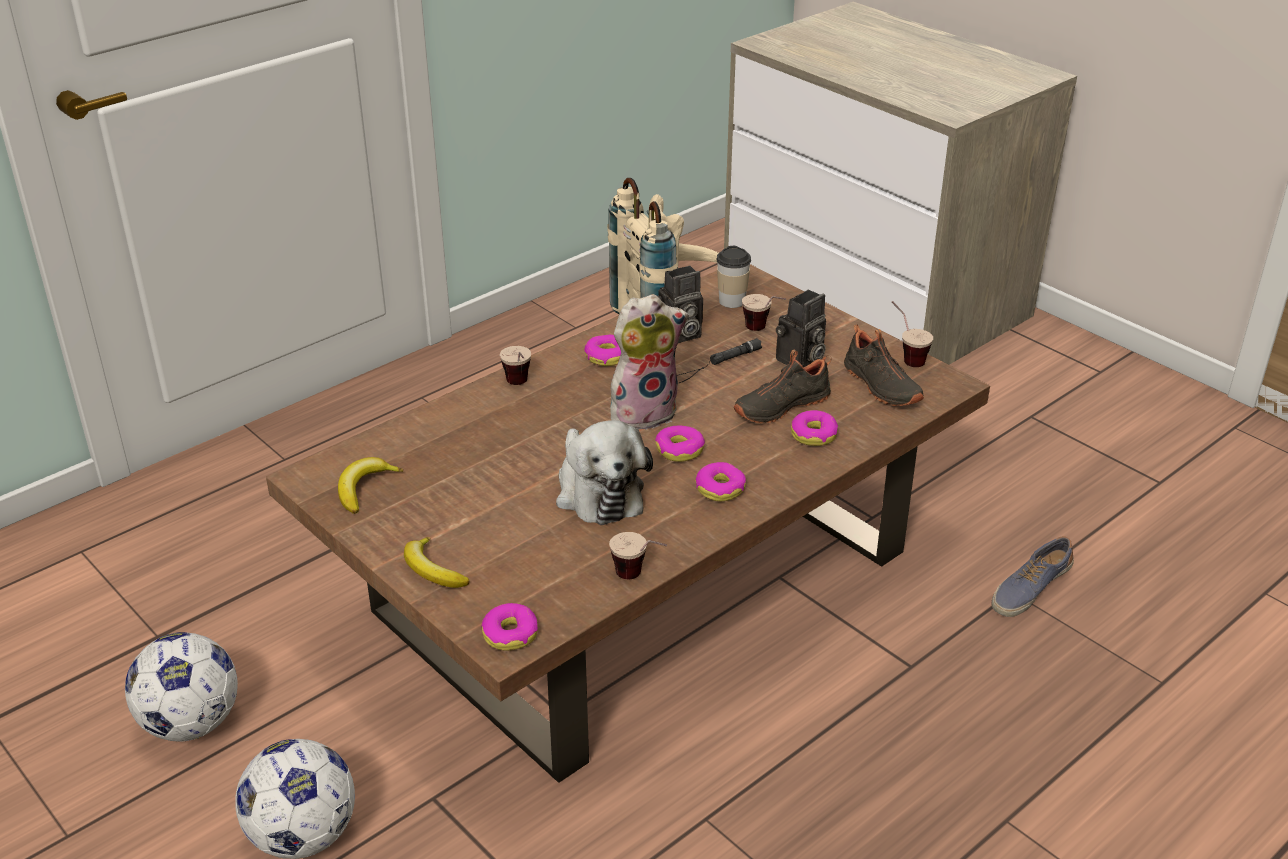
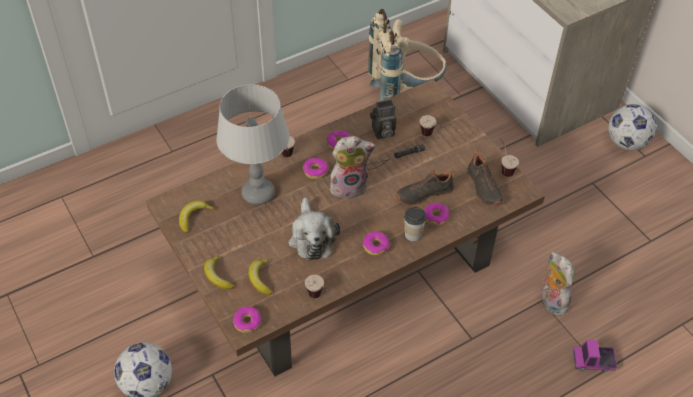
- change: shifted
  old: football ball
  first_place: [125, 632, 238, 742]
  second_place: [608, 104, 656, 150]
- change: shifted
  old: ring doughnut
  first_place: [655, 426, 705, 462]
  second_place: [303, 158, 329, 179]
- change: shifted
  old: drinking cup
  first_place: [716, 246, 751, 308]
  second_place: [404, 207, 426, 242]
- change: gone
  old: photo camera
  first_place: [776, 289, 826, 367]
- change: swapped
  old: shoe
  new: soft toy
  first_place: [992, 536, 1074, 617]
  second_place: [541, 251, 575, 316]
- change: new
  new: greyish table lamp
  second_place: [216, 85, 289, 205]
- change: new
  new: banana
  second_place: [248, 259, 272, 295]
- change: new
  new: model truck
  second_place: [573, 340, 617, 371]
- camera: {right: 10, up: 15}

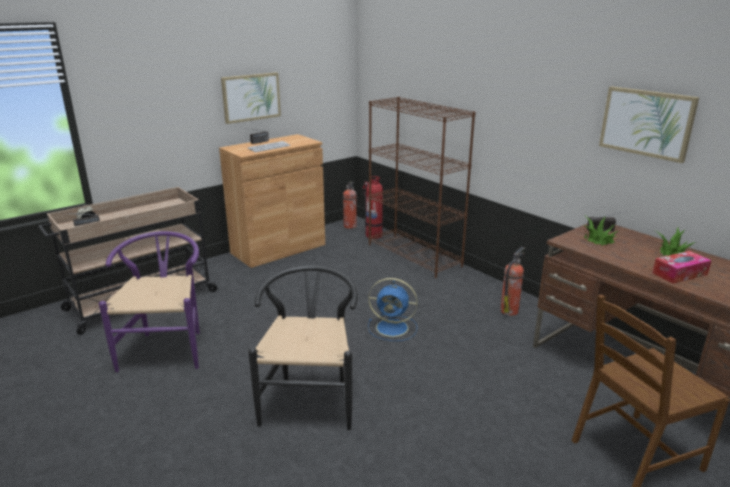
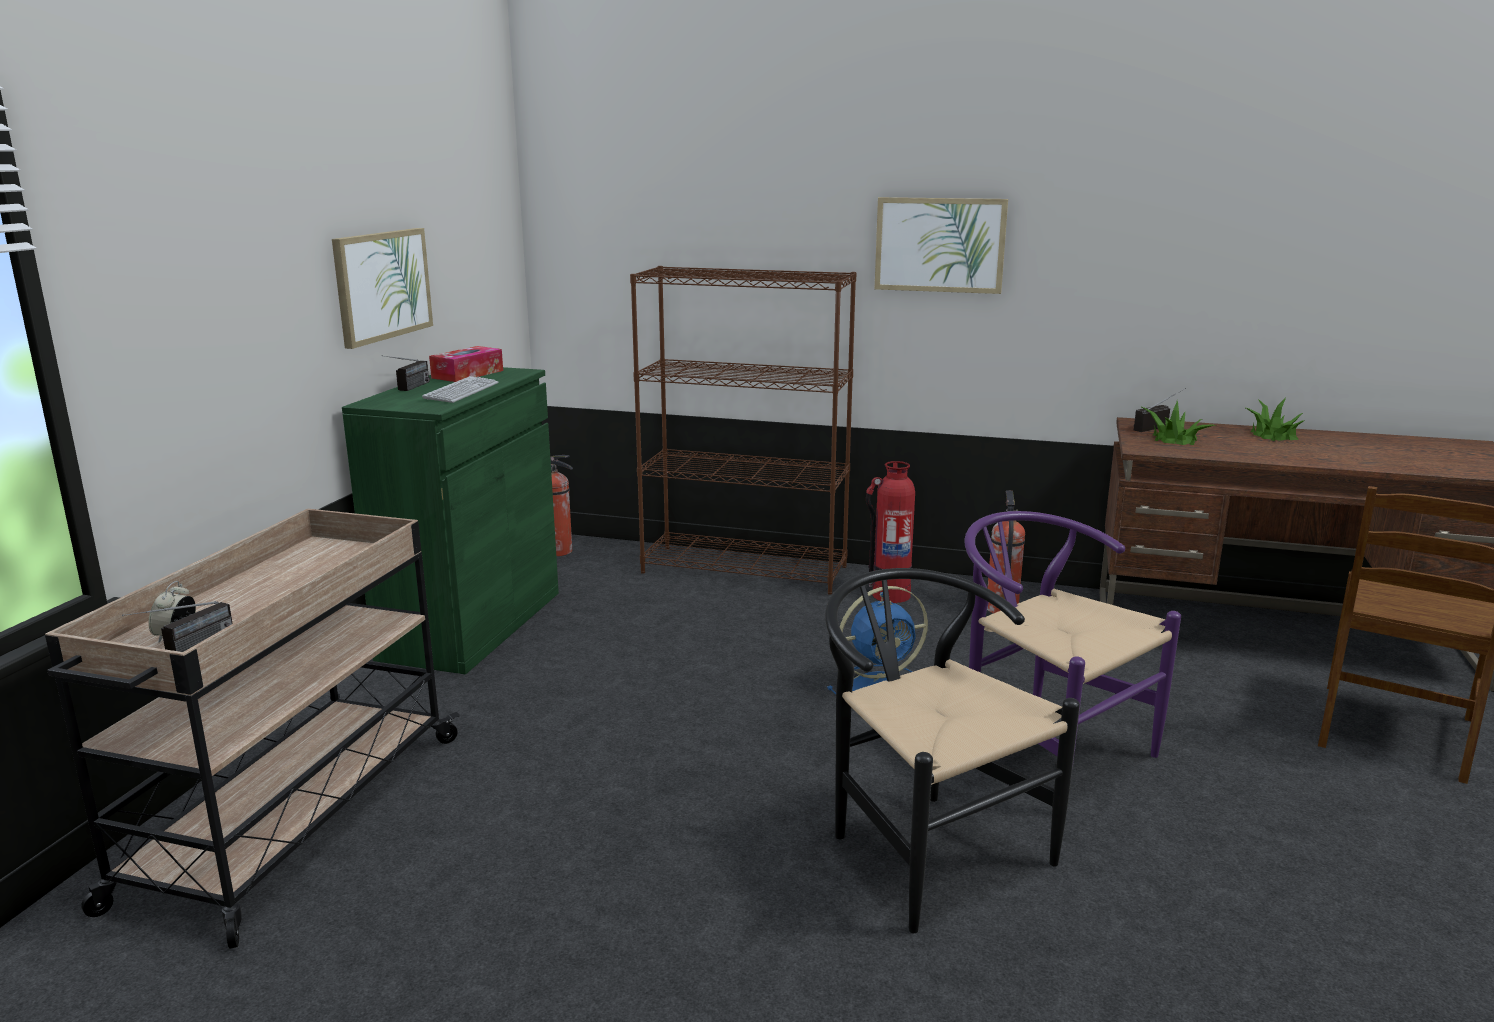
- change: shifted
  old: purple upright chair
  first_place: [99, 231, 200, 372]
  second_place: [965, 511, 1181, 768]
- change: repainted
  old: brownish storage cabinet
  new: green storage cabinet
  first_place: [219, 134, 325, 268]
  second_place: [342, 367, 559, 674]
- change: shifted
  old: extinguisher
  first_place: [363, 176, 383, 239]
  second_place: [866, 461, 915, 603]
- change: shifted
  old: picture
  first_place: [599, 86, 699, 163]
  second_place: [875, 197, 1008, 294]
- change: shifted
  old: box of tissues
  first_place: [652, 251, 712, 284]
  second_place: [429, 346, 503, 382]
- camera: {right: -35, up: -5}

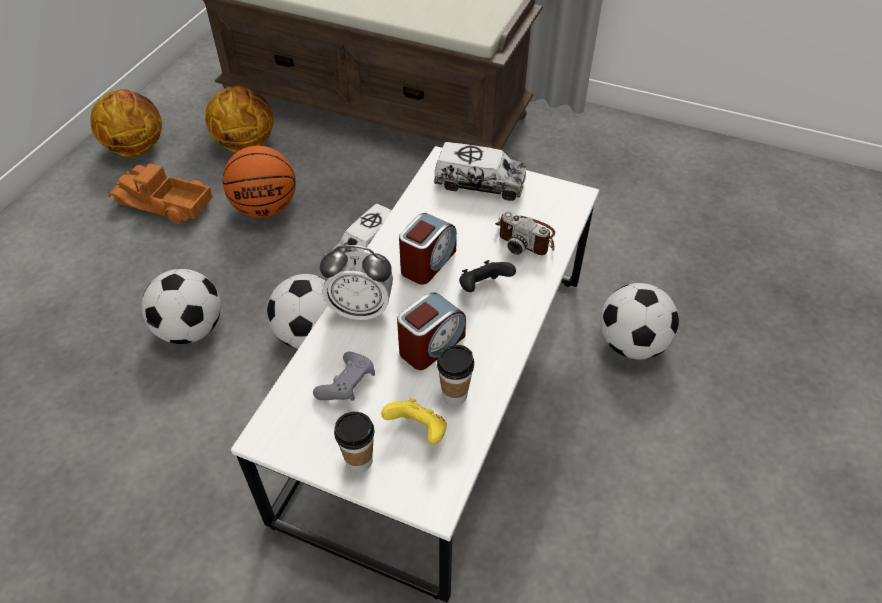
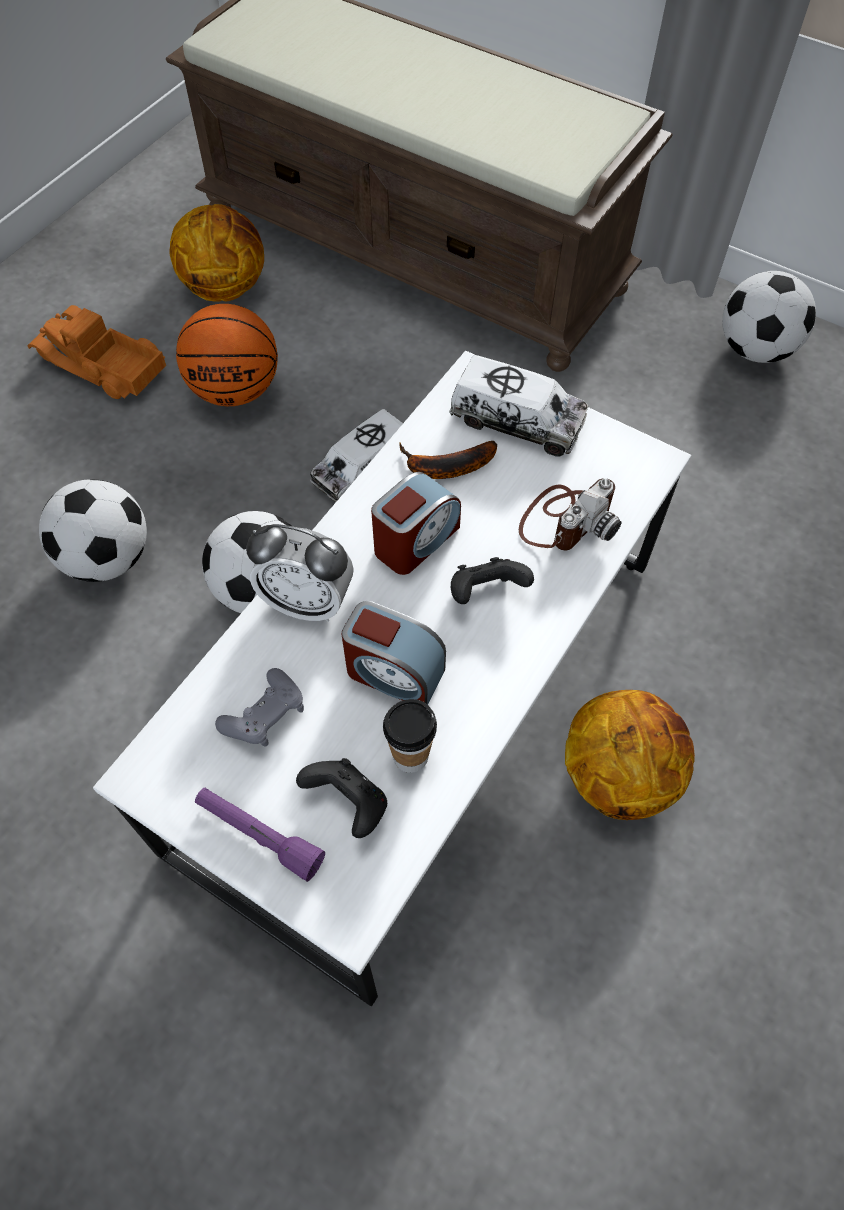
- change: shifted
  old: basketball ball
  first_place: [90, 89, 162, 157]
  second_place: [565, 690, 695, 820]
- change: swapped
  old: drinking cup
  new: purple hand torch
  first_place: [334, 412, 375, 473]
  second_place: [195, 788, 325, 882]
- change: repainted
  old: yellowish game controller
  new: blackish game controller
  first_place: [381, 398, 447, 445]
  second_place: [296, 758, 387, 838]
- change: rotated
  old: table clock
  first_place: [397, 293, 466, 370]
  second_place: [342, 601, 446, 705]
  degrees: 60
- change: rotated
  old: photo camera
  first_place: [495, 212, 555, 255]
  second_place: [519, 478, 621, 550]
  degrees: -90
- change: shifted
  old: football ball
  first_place: [600, 283, 679, 360]
  second_place: [722, 271, 816, 363]
- change: new
  new: banana
  second_place: [399, 441, 497, 479]
- camera: {right: 10, up: 10}

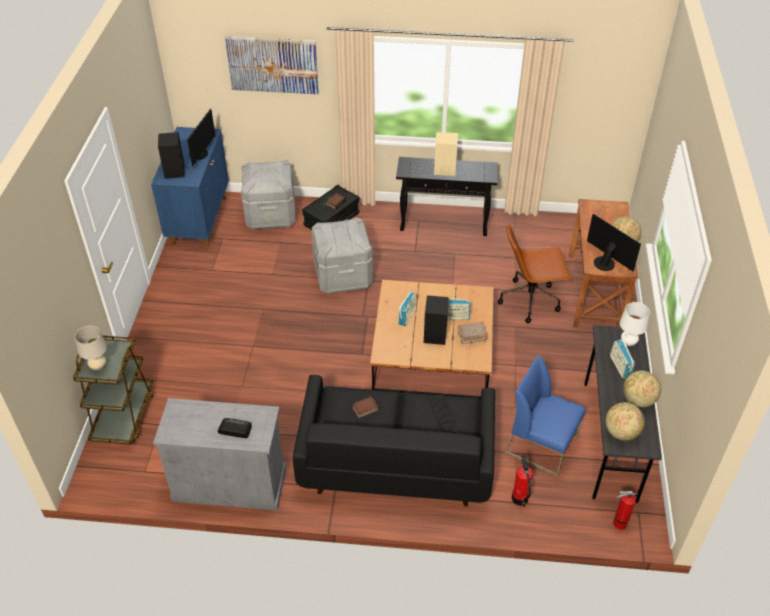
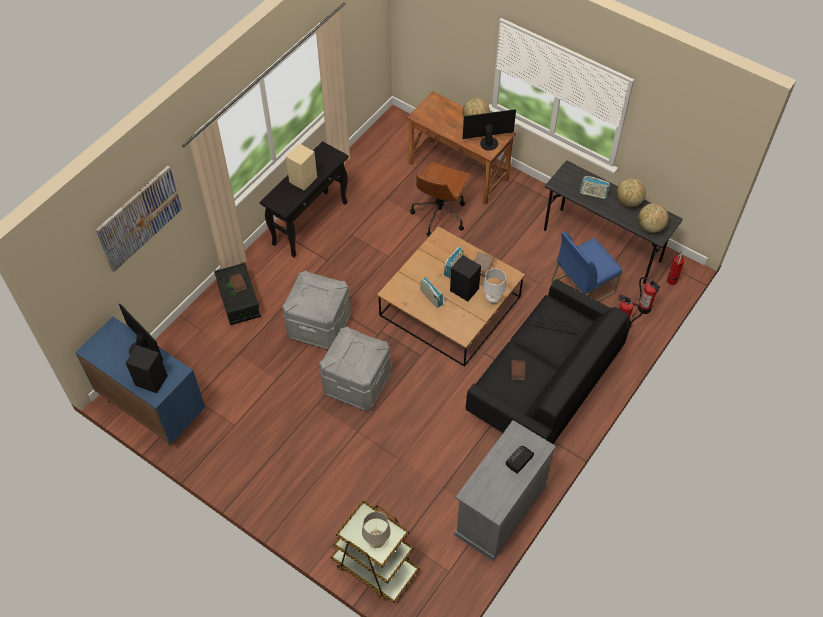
- change: shifted
  old: greyish storage box
  first_place: [241, 160, 295, 230]
  second_place: [319, 327, 391, 411]
- change: shifted
  old: white table lamp
  first_place: [620, 302, 650, 346]
  second_place: [483, 268, 506, 303]
- change: new
  new: extinguisher
  second_place: [638, 277, 661, 314]
- camera: {right: -60, up: 10}

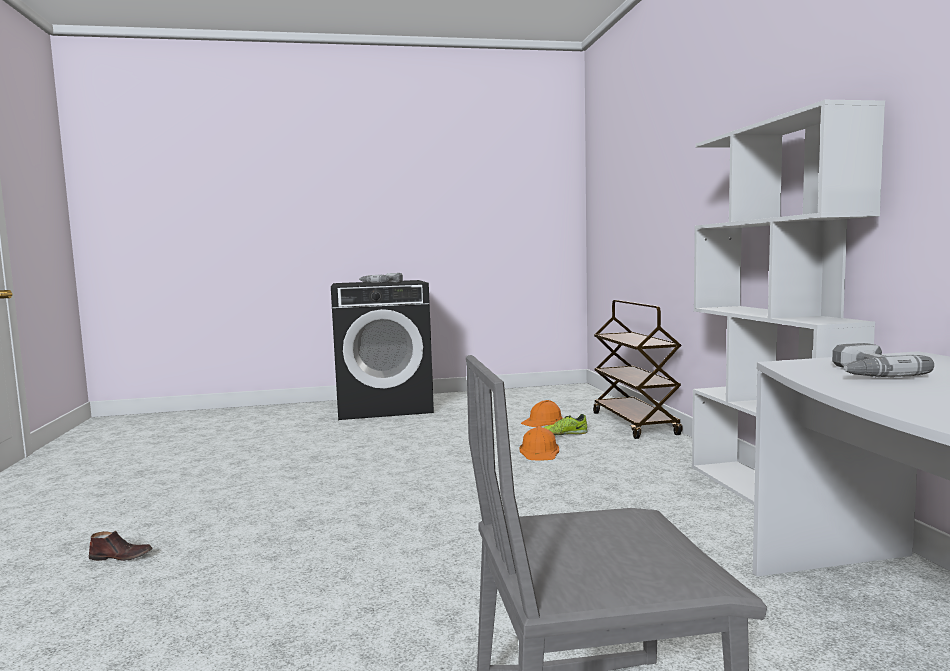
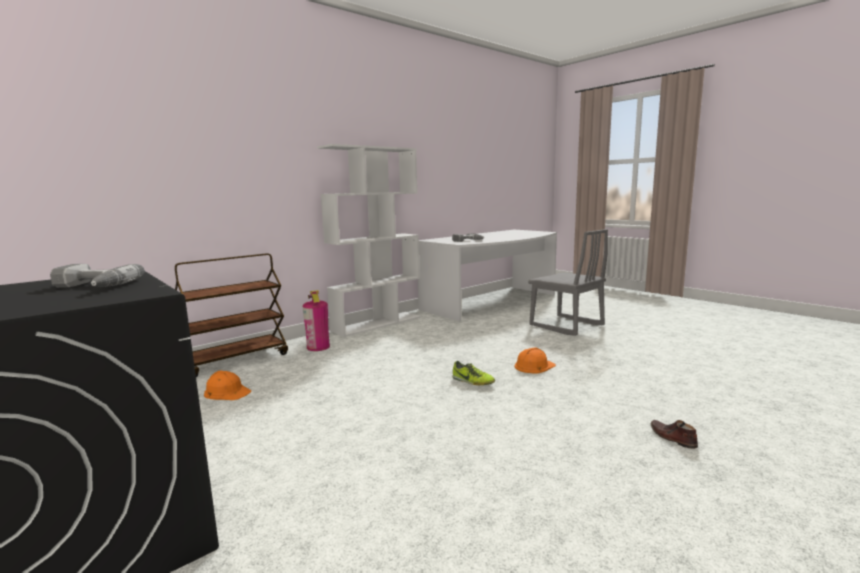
- change: shifted
  old: orangey hard hat
  first_place: [520, 426, 559, 461]
  second_place: [515, 347, 556, 374]
- change: shifted
  old: shoe
  first_place: [544, 414, 587, 435]
  second_place: [452, 361, 495, 385]
- change: new
  new: extinguisher
  second_place: [303, 290, 330, 351]
- camera: {right: -120, up: 5}

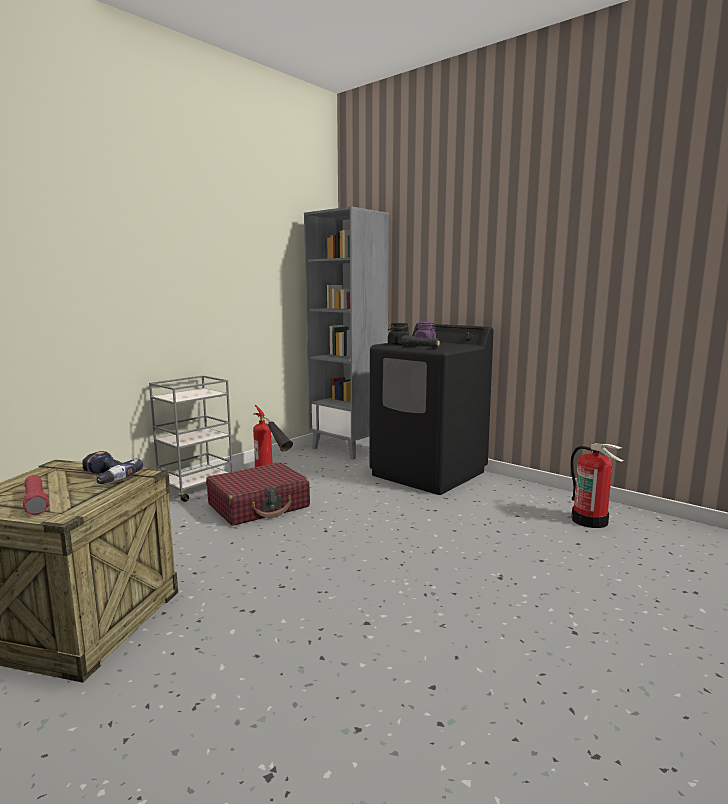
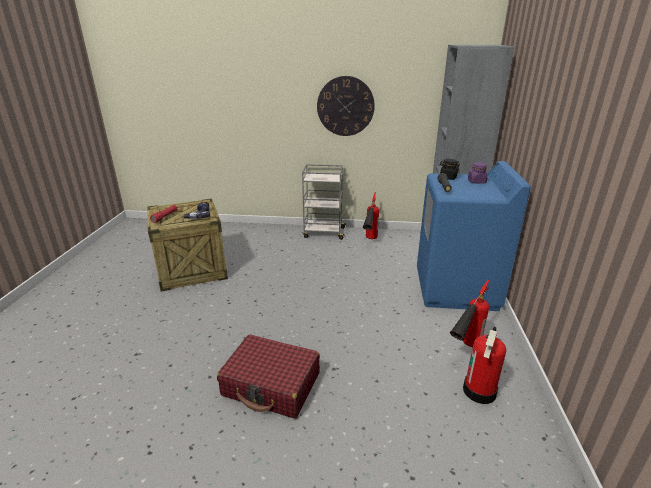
- change: shifted
  old: red-coloured suitcase
  first_place: [206, 462, 310, 526]
  second_place: [217, 334, 320, 419]
- change: repainted
  old: blackish washing machine
  new: blue washing machine
  first_place: [369, 324, 494, 495]
  second_place: [417, 161, 531, 311]
- change: new
  new: wall clock
  second_place: [317, 76, 375, 136]
- change: new
  new: extinguisher
  second_place: [450, 280, 490, 347]
- camera: {right: 55, up: 15}

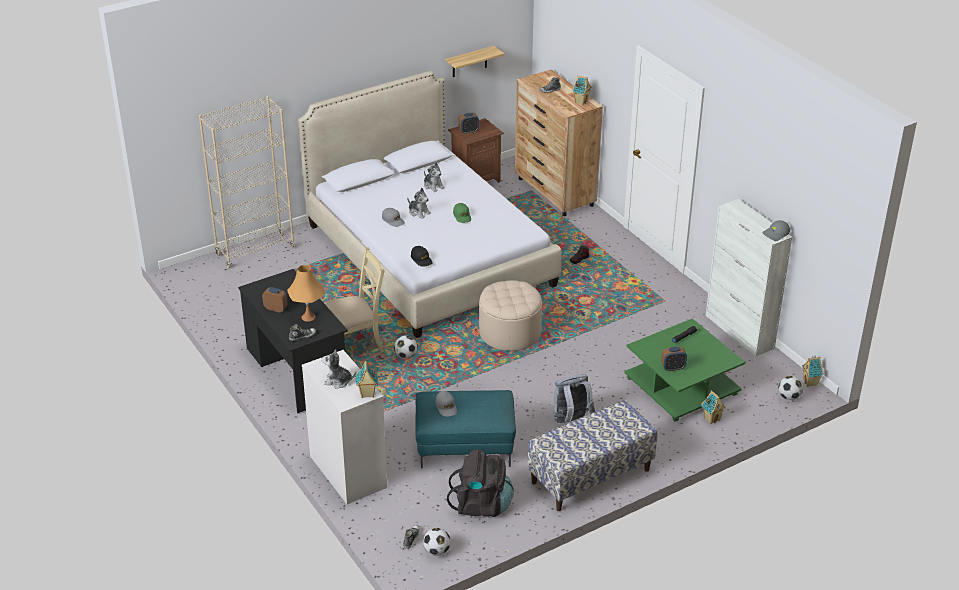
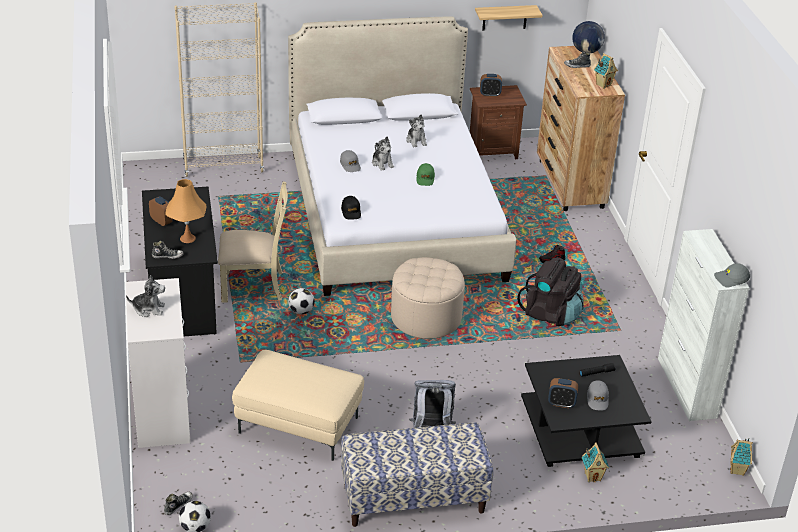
- change: rotated
  old: soft toy
  first_place: [321, 349, 356, 388]
  second_place: [126, 275, 165, 317]
  degrees: 150
- change: gone
  old: miniature house
  first_place: [356, 361, 378, 398]
- change: repainted
  old: turquoise pouffe
  new: sand-coloured pouffe
  first_place: [415, 390, 516, 468]
  second_place: [232, 350, 364, 461]
- change: shifted
  old: greyish cap
  first_place: [436, 391, 457, 417]
  second_place: [587, 380, 609, 411]
- change: shifted
  old: blackish rucksack
  first_place: [447, 449, 514, 517]
  second_place: [517, 257, 584, 326]
- change: repainted
  old: green low table
  new: blackish low table
  first_place: [624, 318, 745, 421]
  second_place: [521, 355, 652, 467]
- change: gone
  old: football ball
  first_place: [778, 376, 803, 400]
- change: new
  new: globe
  second_place: [572, 21, 605, 53]
- camera: {right: 20, up: 0}

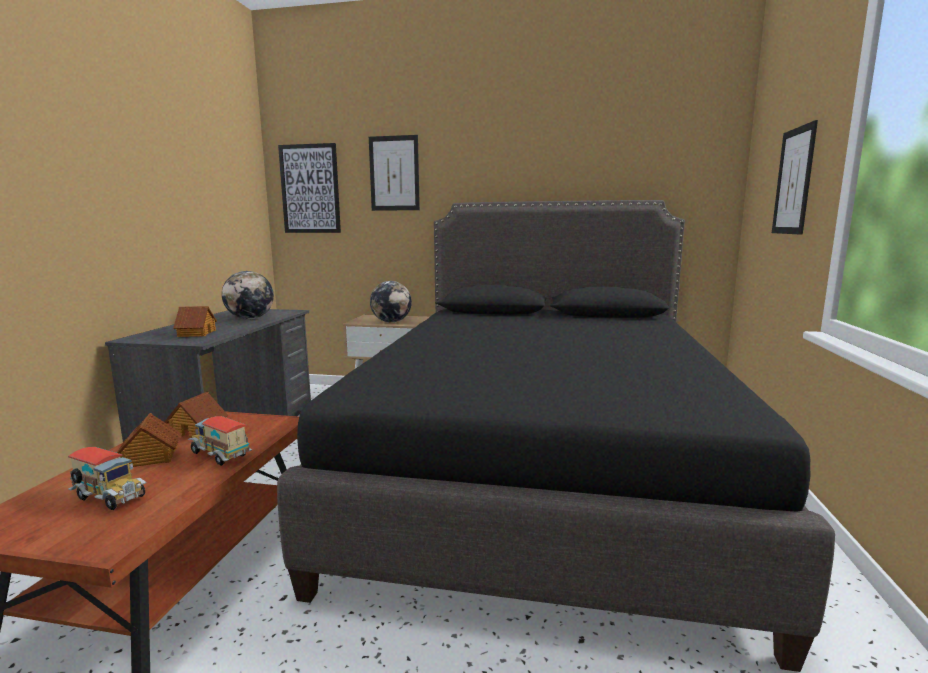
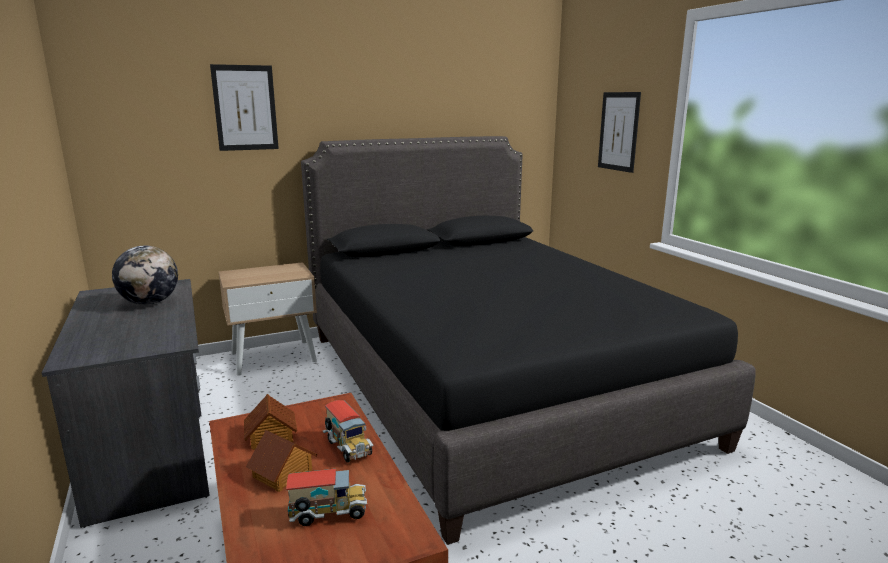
- change: gone
  old: miniature house
  first_place: [173, 306, 217, 337]
- change: rotated
  old: model truck
  first_place: [188, 416, 252, 466]
  second_place: [323, 400, 374, 463]
  degrees: -120
- change: gone
  old: picture
  first_place: [278, 143, 341, 233]
- change: gone
  old: globe
  first_place: [370, 281, 412, 323]
- camera: {right: -35, up: 5}

